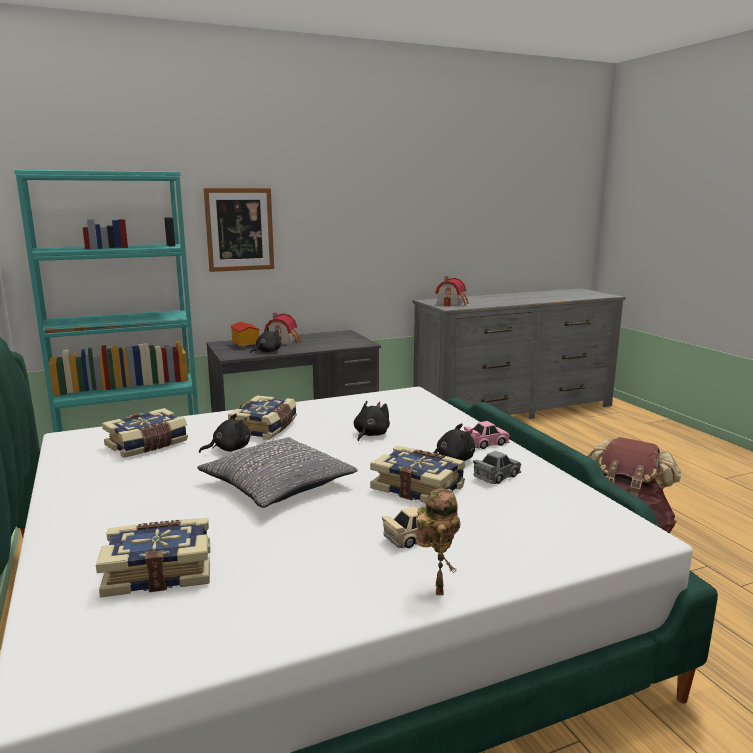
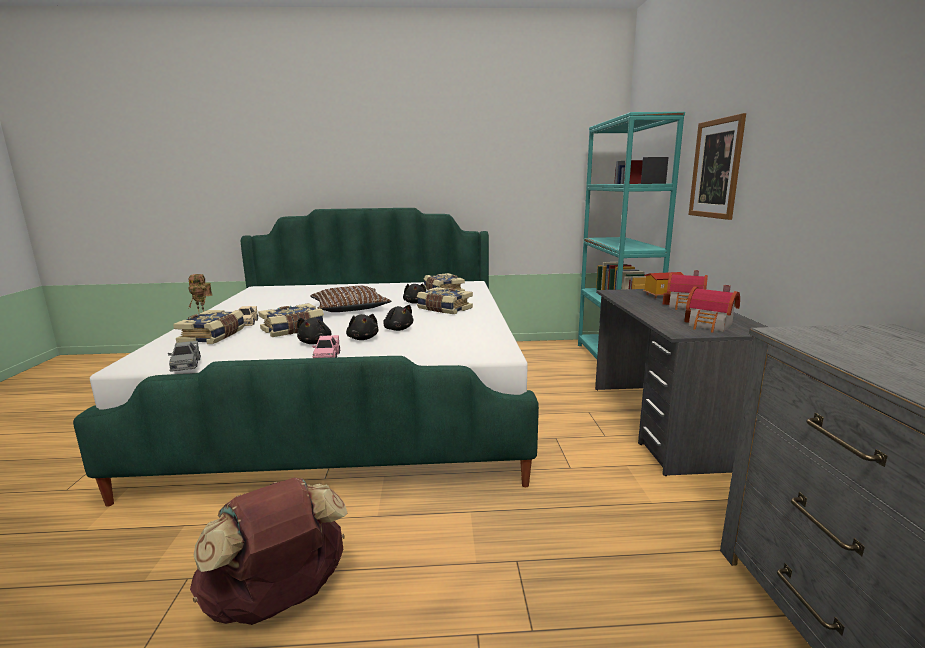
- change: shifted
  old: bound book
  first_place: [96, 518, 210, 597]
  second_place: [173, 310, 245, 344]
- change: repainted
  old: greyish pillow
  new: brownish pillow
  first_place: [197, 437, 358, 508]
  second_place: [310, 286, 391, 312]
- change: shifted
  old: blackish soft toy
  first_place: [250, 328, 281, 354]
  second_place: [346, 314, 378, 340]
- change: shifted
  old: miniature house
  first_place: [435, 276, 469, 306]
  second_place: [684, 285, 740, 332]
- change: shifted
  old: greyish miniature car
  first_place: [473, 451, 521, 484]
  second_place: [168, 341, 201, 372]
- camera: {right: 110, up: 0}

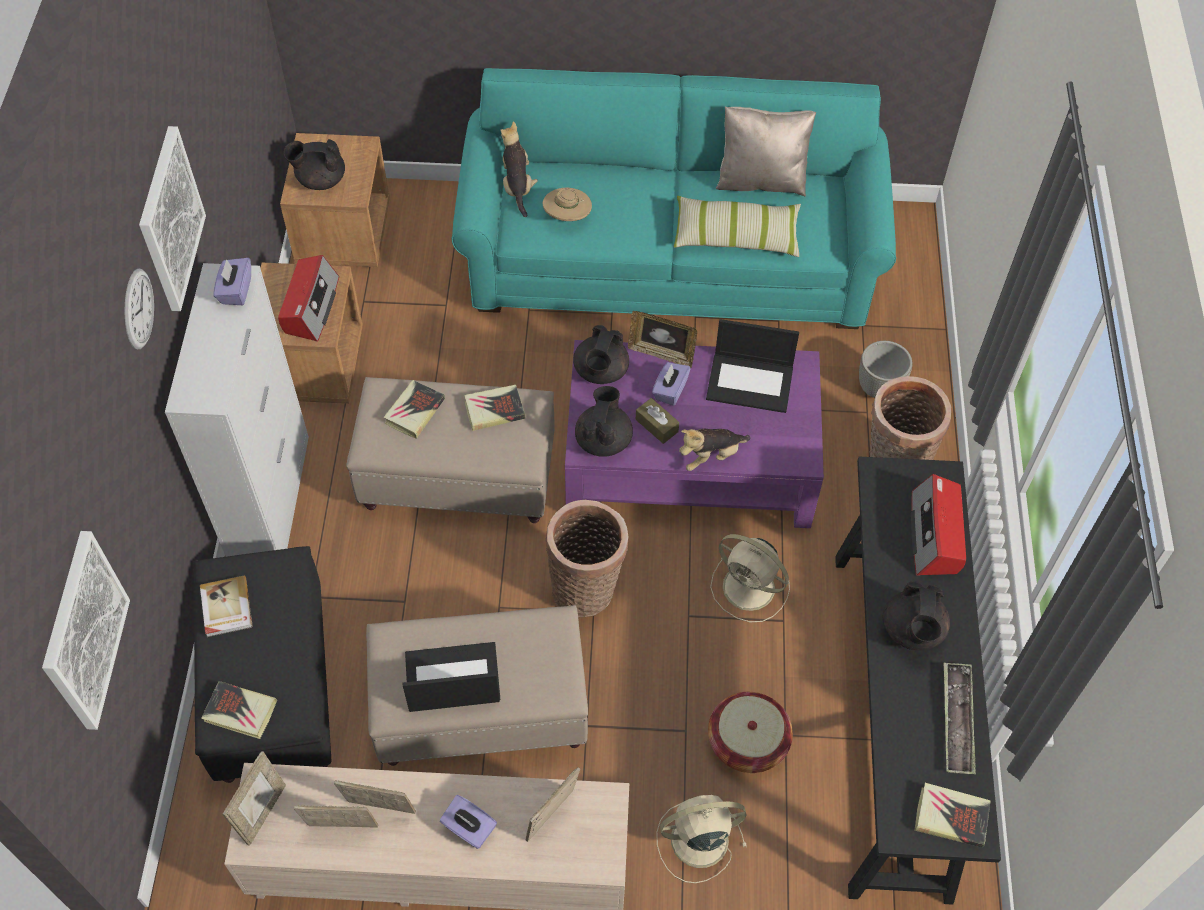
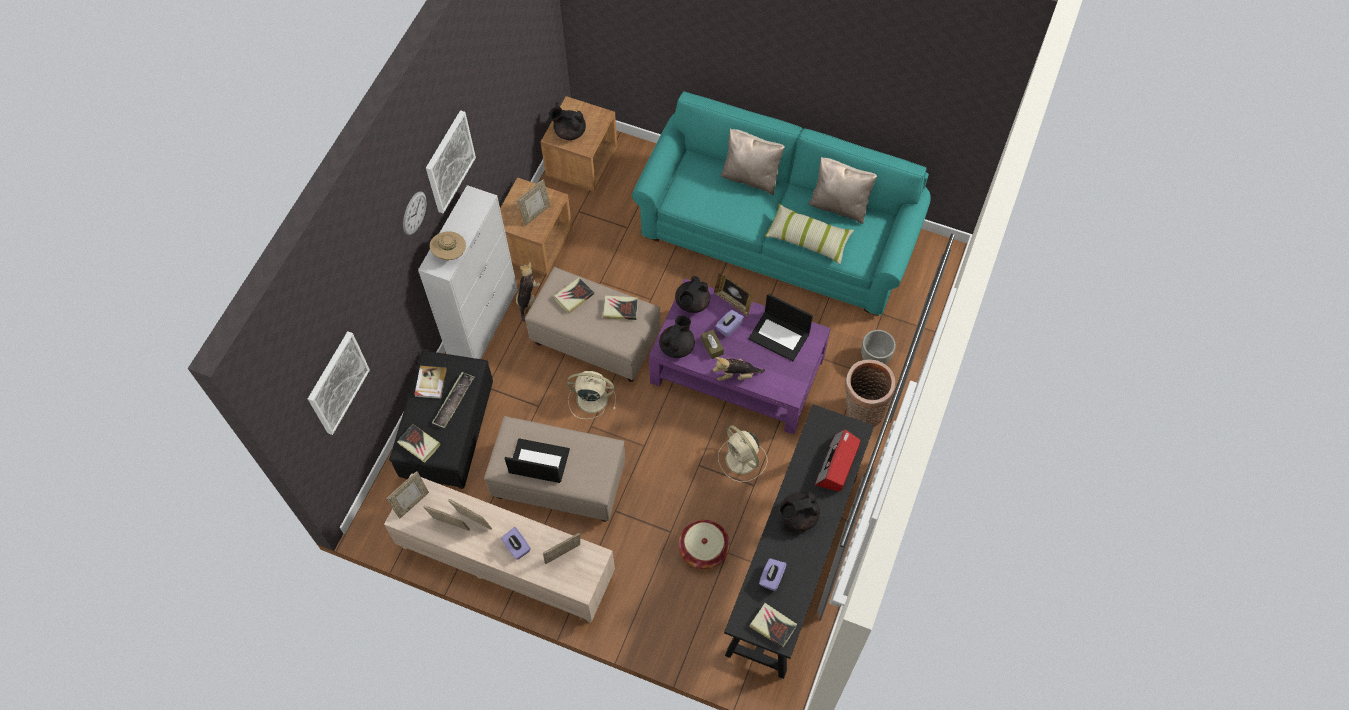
- change: shifted
  old: purple box of tissues
  first_place: [213, 258, 251, 305]
  second_place: [759, 558, 787, 591]
- change: swapped
  old: radio
  new: picture frame
  first_place: [278, 255, 339, 342]
  second_place: [517, 180, 551, 226]
- change: shifted
  old: soft toy
  first_place: [501, 121, 538, 217]
  second_place: [516, 262, 540, 322]
- change: shifted
  old: sand-coloured wearable hat
  first_place: [543, 187, 592, 221]
  second_place: [430, 231, 466, 260]
- change: gone
  old: household basket
  first_place: [545, 500, 628, 617]
- change: shifted
  old: sand-coloured cooling fan
  first_place: [656, 795, 747, 883]
  second_place: [567, 371, 616, 419]
- change: rotated
  old: blackish teapot
  first_place: [883, 581, 950, 650]
  second_place: [779, 492, 820, 531]
  degrees: 45
- change: shifted
  old: tray
  first_place: [944, 663, 976, 774]
  second_place: [432, 372, 474, 428]
- change: new
  new: sand-coloured pillow
  second_place: [720, 128, 785, 195]
- camera: {right: 20, up: 5}

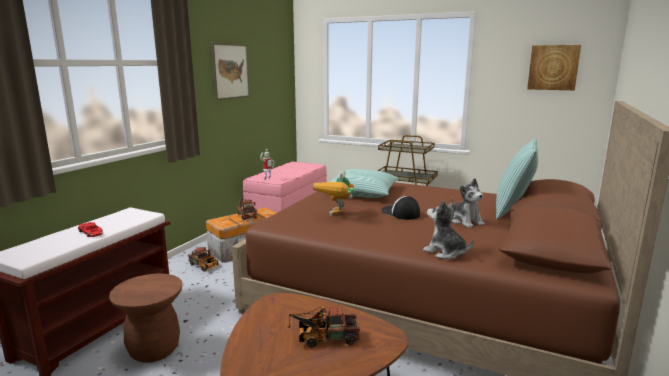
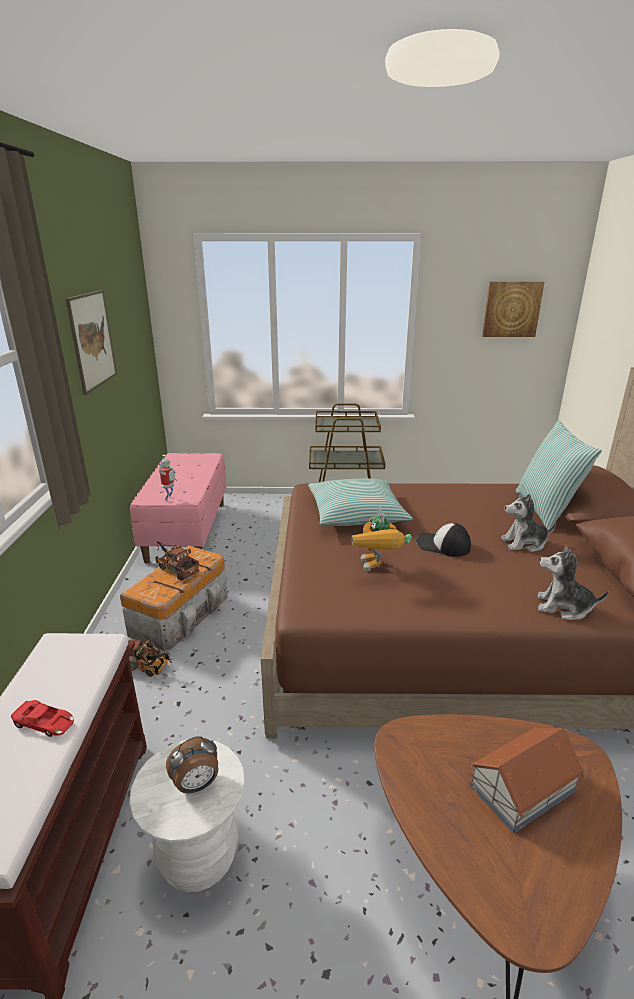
- change: repainted
  old: brownish stool
  new: white stool
  first_place: [109, 273, 183, 363]
  second_place: [129, 740, 245, 892]
- change: swapped
  old: model truck
  new: miniature house
  first_place: [287, 305, 361, 348]
  second_place: [470, 728, 586, 833]
- change: rotated
  old: soft toy
  first_place: [451, 178, 485, 228]
  second_place: [501, 492, 557, 552]
  degrees: 135
- change: new
  new: table clock
  second_place: [166, 736, 218, 793]
- camera: {right: -25, up: 10}

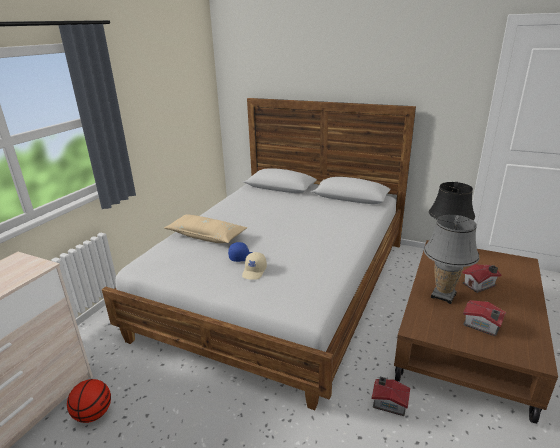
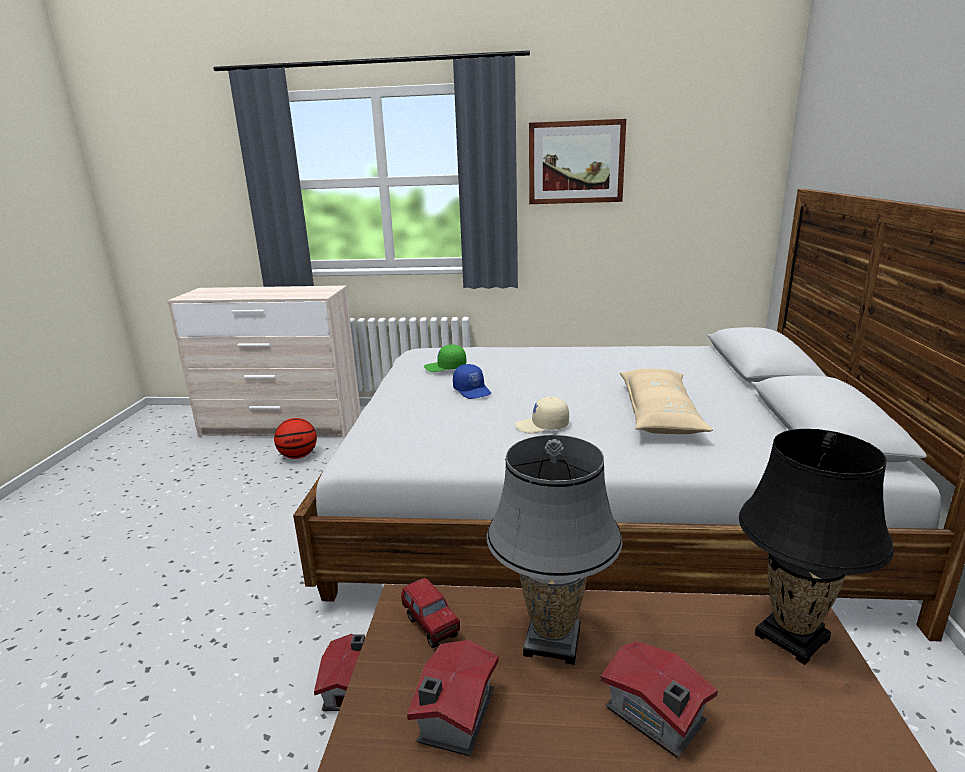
- change: shifted
  old: sand-coloured pillow
  first_place: [164, 214, 247, 243]
  second_place: [620, 369, 713, 434]
- change: shifted
  old: sand-coloured cap
  first_place: [242, 252, 267, 280]
  second_place: [515, 397, 569, 433]
- change: new
  new: model truck
  second_place: [401, 578, 460, 648]
- change: new
  new: green cap
  second_place: [424, 344, 466, 372]
- change: new
  new: picture
  second_place: [529, 119, 626, 204]
- camera: {right: 70, up: -5}

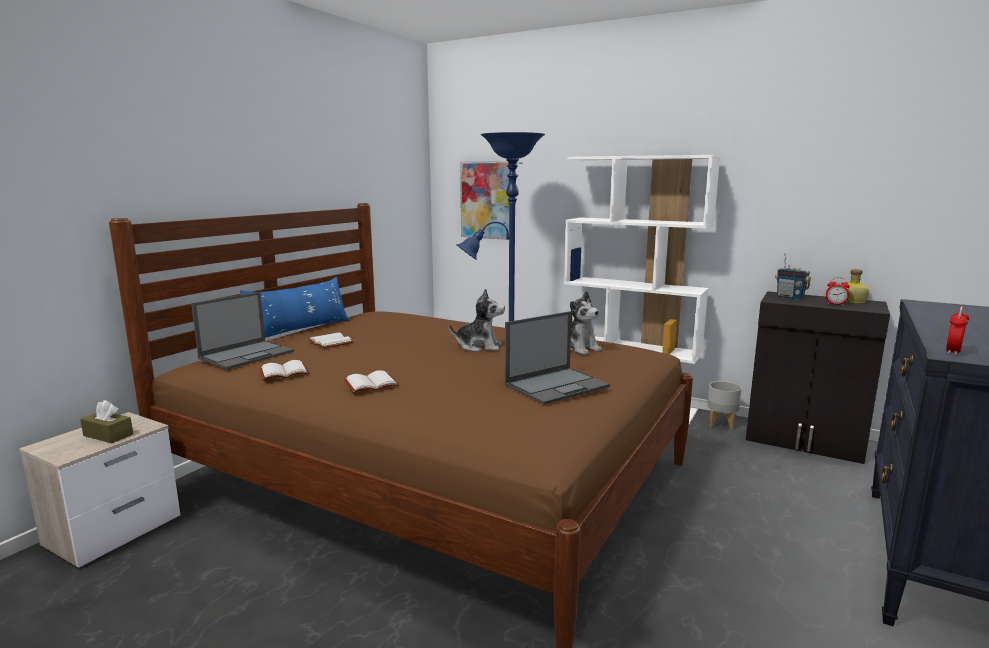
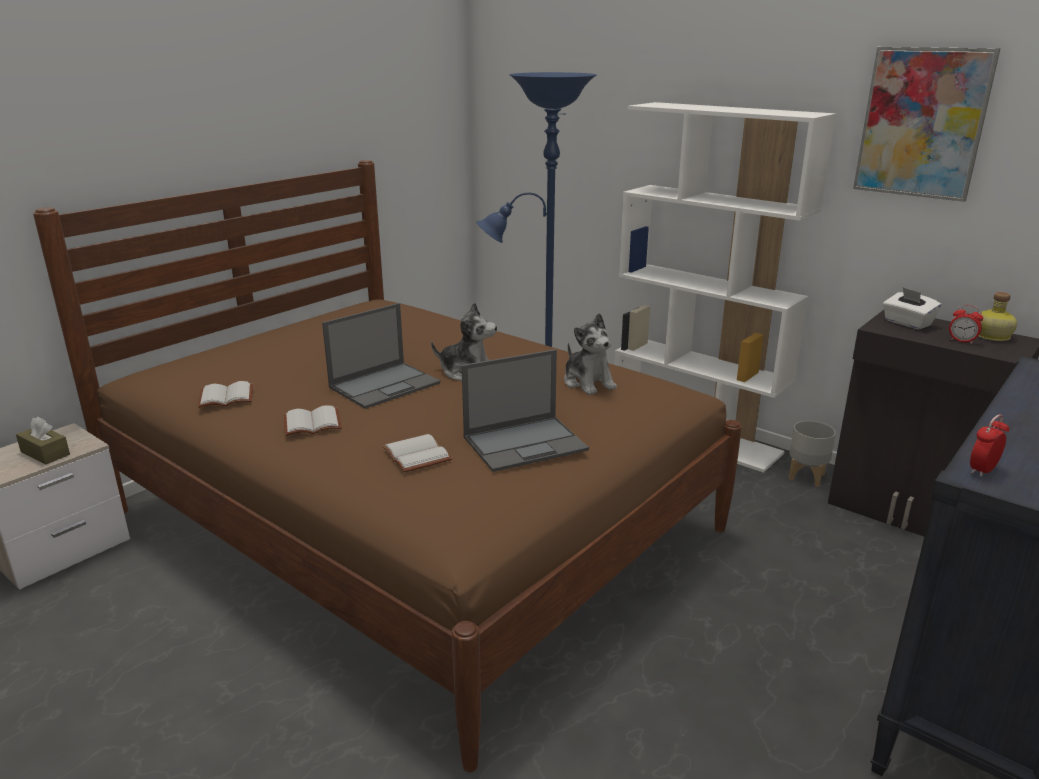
- change: shifted
  old: notebook computer
  first_place: [191, 292, 294, 369]
  second_place: [322, 303, 440, 409]
- change: gone
  old: blue pillow
  first_place: [240, 277, 350, 338]
- change: shifted
  old: white bound book
  first_place: [308, 333, 354, 348]
  second_place: [383, 434, 452, 472]
- change: shifted
  old: picture
  first_place: [460, 161, 510, 240]
  second_place: [853, 47, 1001, 202]
- change: swapped
  old: radio
  new: white box of tissues
  first_place: [775, 253, 811, 299]
  second_place: [883, 287, 941, 329]
- camera: {right: 10, up: 10}

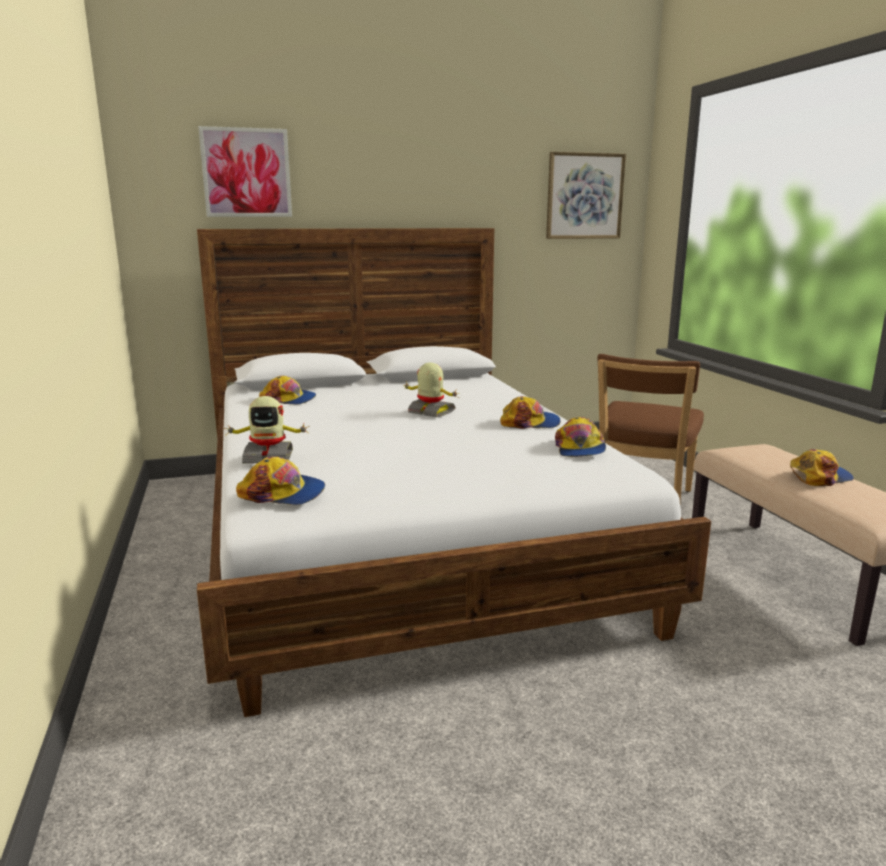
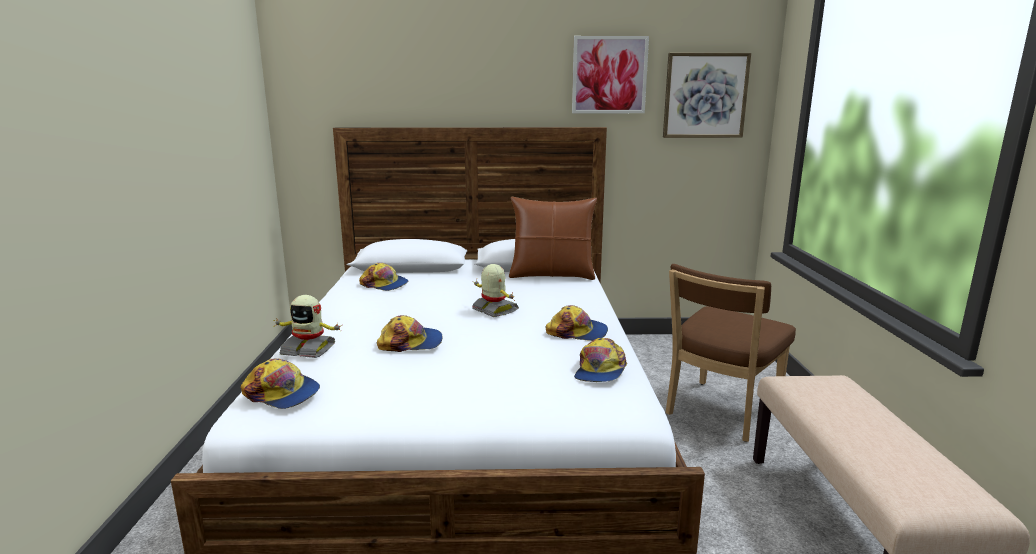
- change: shifted
  old: picture
  first_place: [198, 126, 292, 217]
  second_place: [572, 36, 649, 113]
- change: shifted
  old: cap
  first_place: [790, 449, 854, 486]
  second_place: [377, 315, 443, 352]
- change: new
  new: brownish pillow
  second_place: [509, 197, 597, 280]
- camera: {right: 15, up: 0}

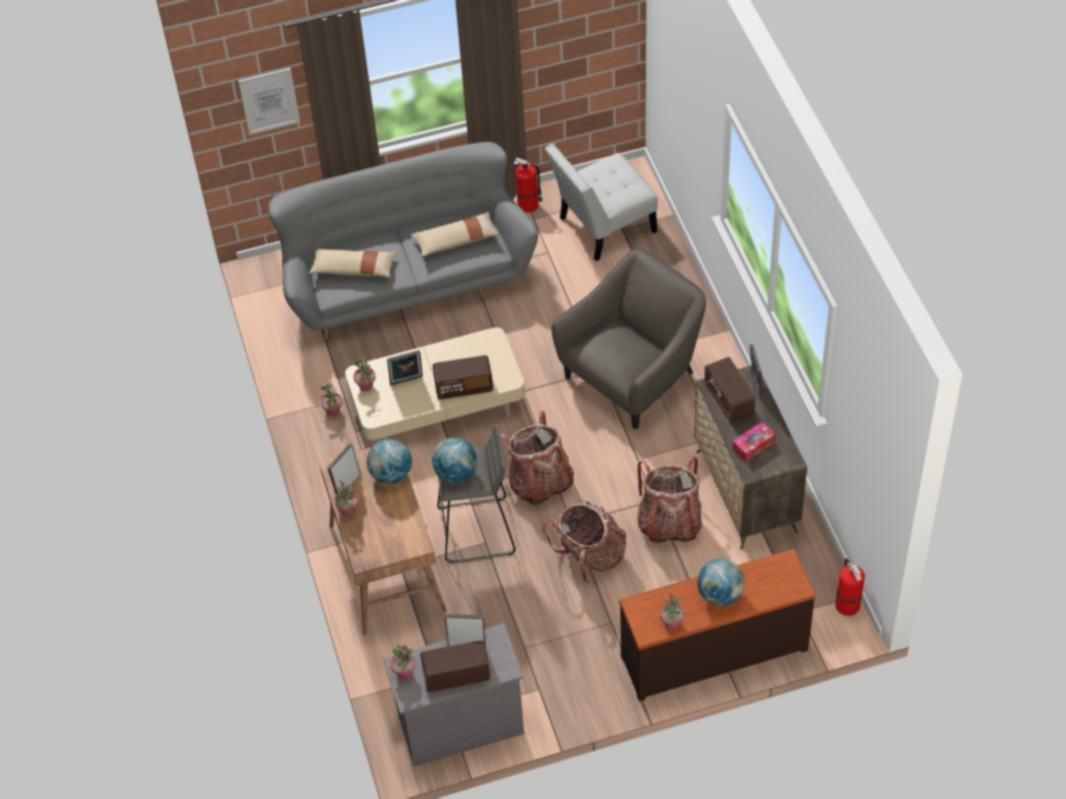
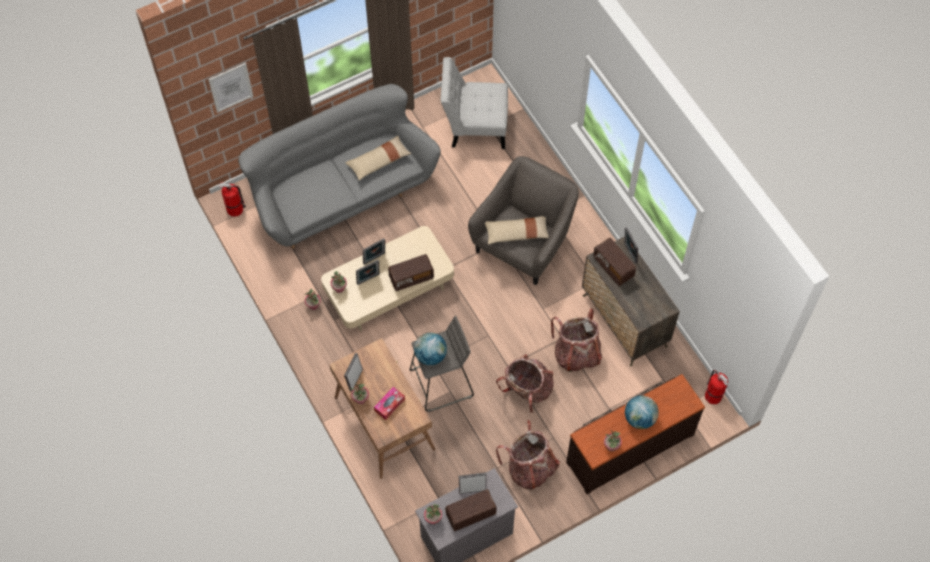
- change: shifted
  old: sand-coloured pillow
  first_place: [309, 248, 397, 277]
  second_place: [485, 216, 549, 244]
- change: gone
  old: globe
  first_place: [367, 439, 412, 484]
- change: shifted
  old: rucksack
  first_place: [500, 411, 574, 506]
  second_place: [496, 420, 560, 490]
- change: shifted
  old: extinguisher
  first_place: [514, 157, 543, 213]
  second_place: [219, 182, 246, 217]
- change: rotated
  old: white upright chair
  first_place: [545, 143, 658, 261]
  second_place: [441, 57, 508, 149]
  degrees: 45
- change: shifted
  old: box of tissues
  first_place: [732, 421, 776, 462]
  second_place: [374, 387, 405, 420]
- change: new
  new: picture frame
  second_place: [363, 238, 385, 265]
- camera: {right: -15, up: 10}

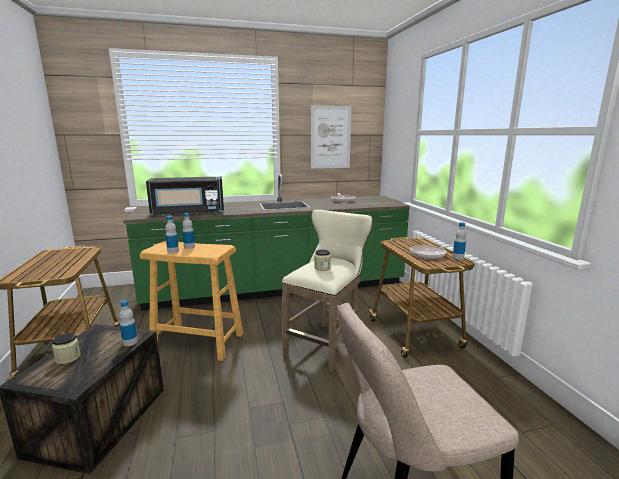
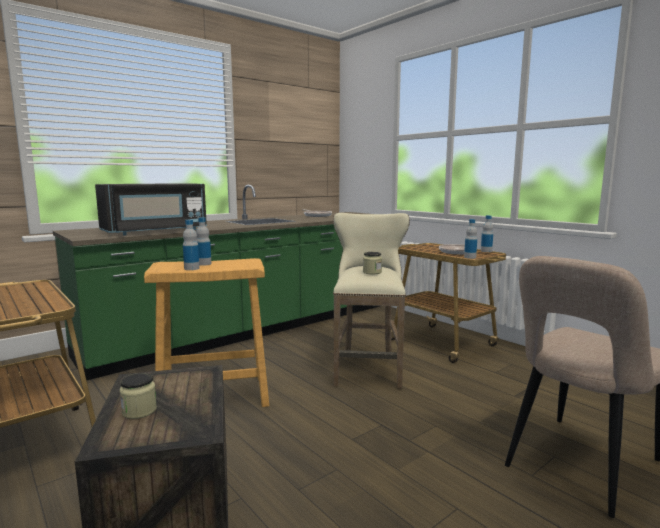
- change: shifted
  old: beverage bottle
  first_place: [119, 300, 138, 346]
  second_place: [464, 219, 477, 259]
- change: gone
  old: picture
  first_place: [311, 105, 351, 169]
- camera: {right: -25, up: -5}

